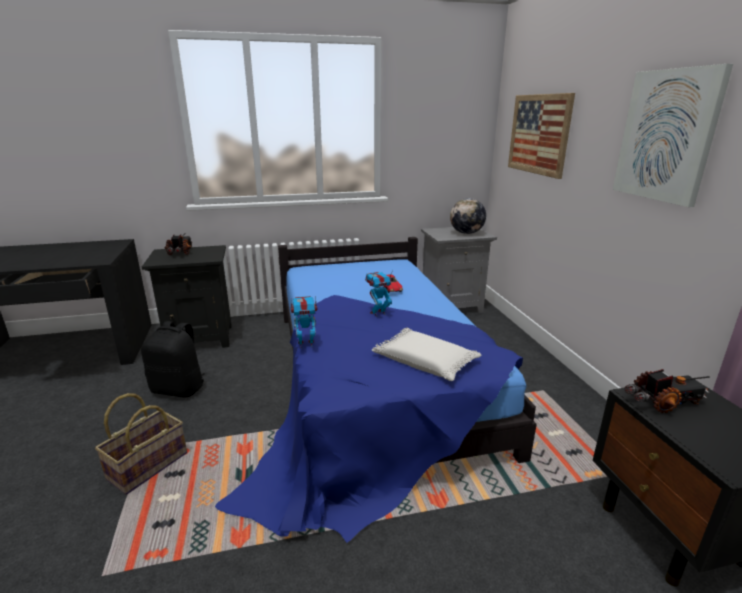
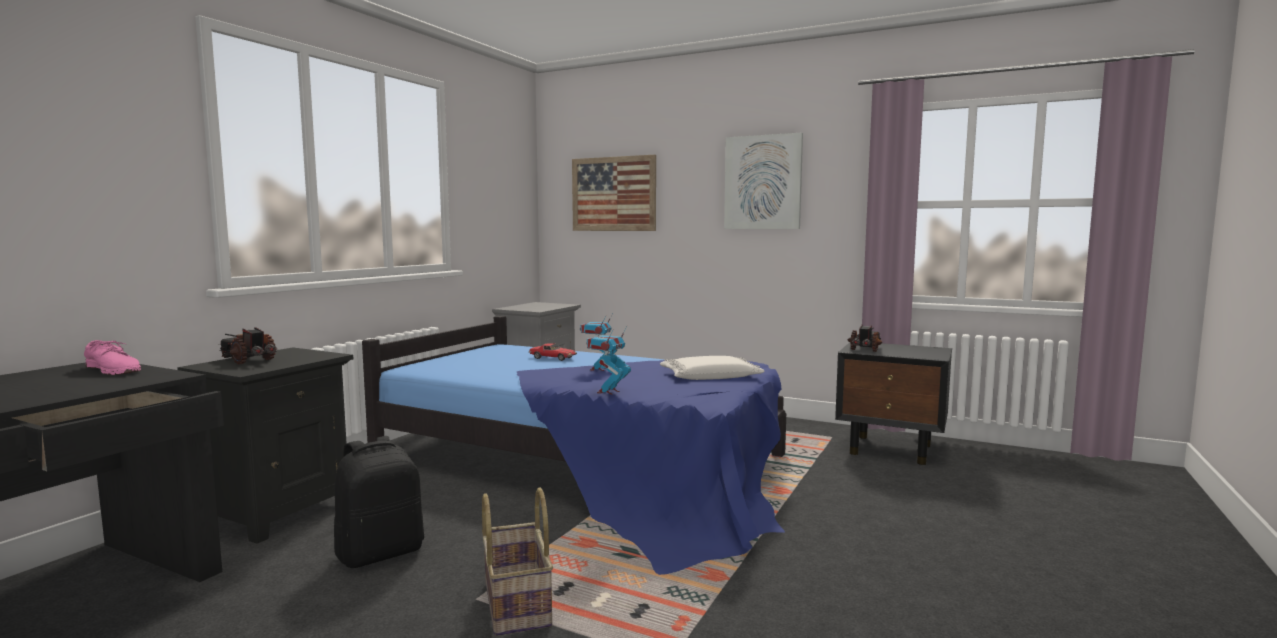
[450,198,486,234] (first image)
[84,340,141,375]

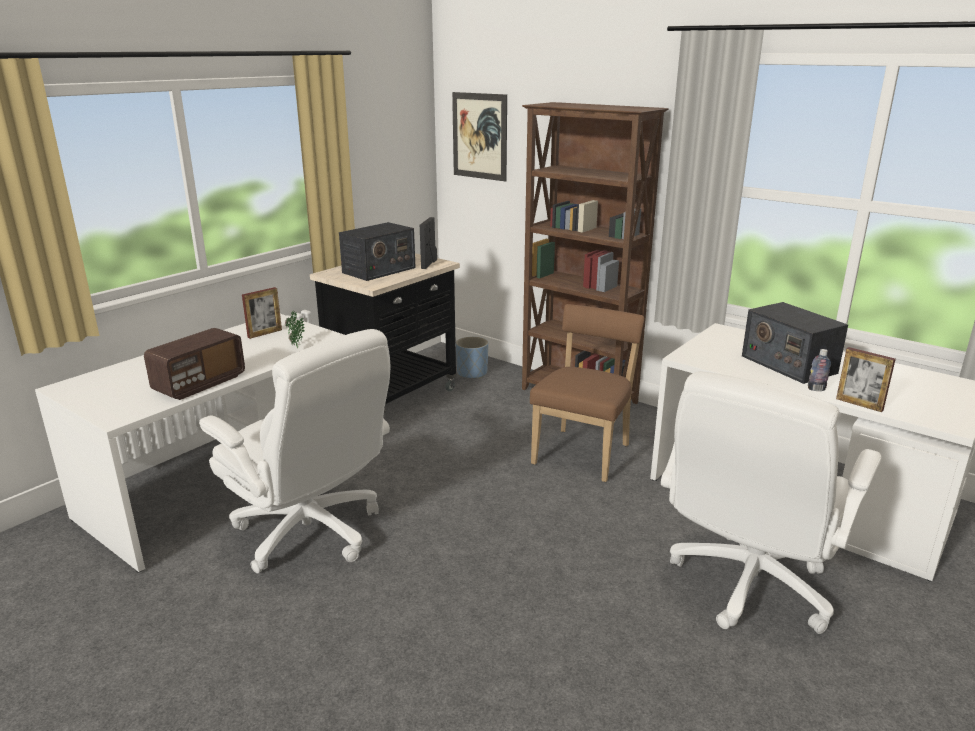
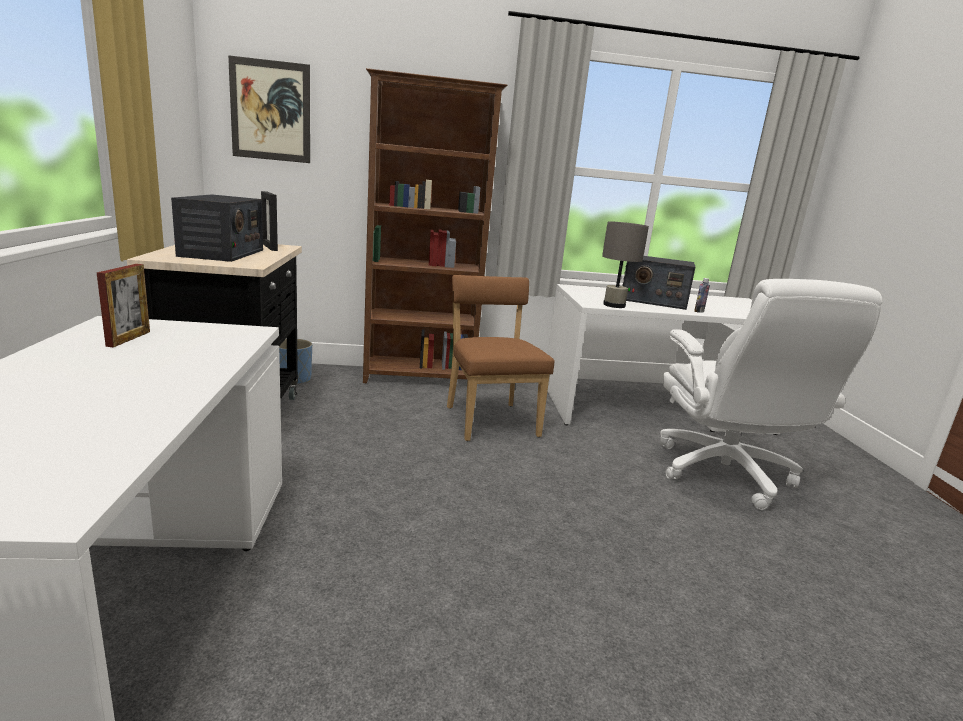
[144,328,245,400] (first image)
[199,329,390,573] (first image)
[285,311,305,348] (first image)
[836,347,896,412] (first image)
[602,221,649,308]

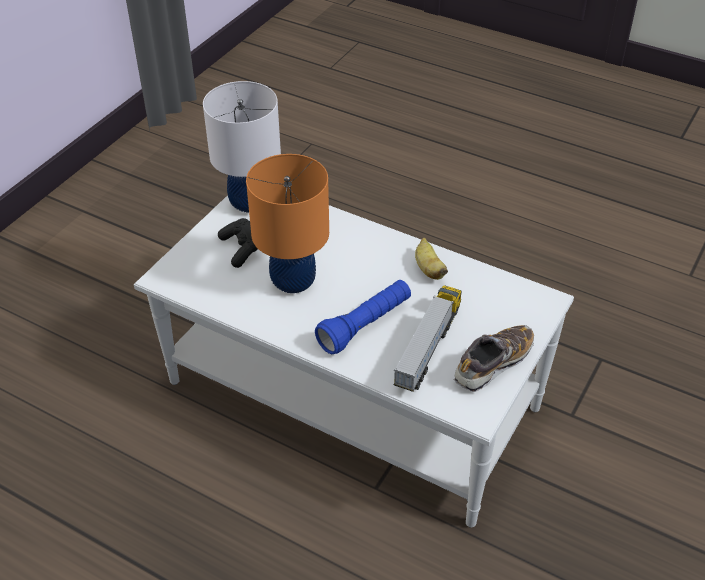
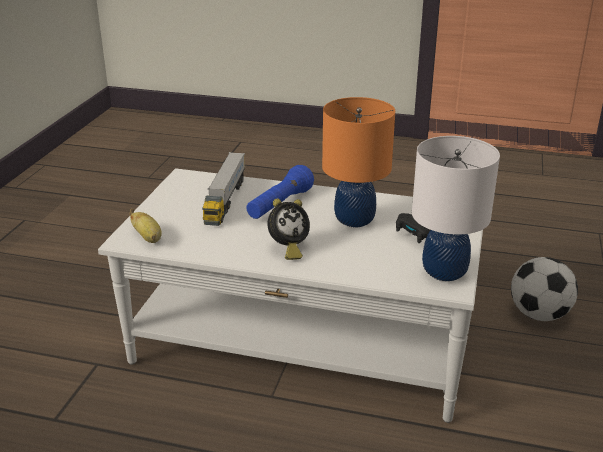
[129,209,162,243]
[454,325,534,392] (first image)
[267,199,310,260]
[511,257,578,321]

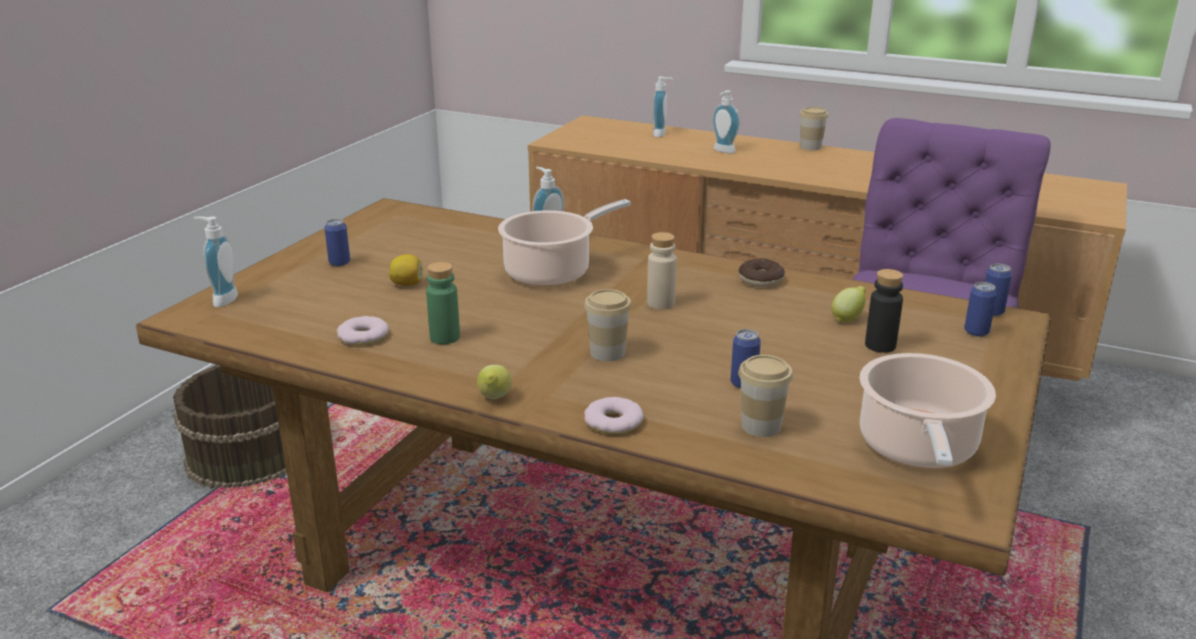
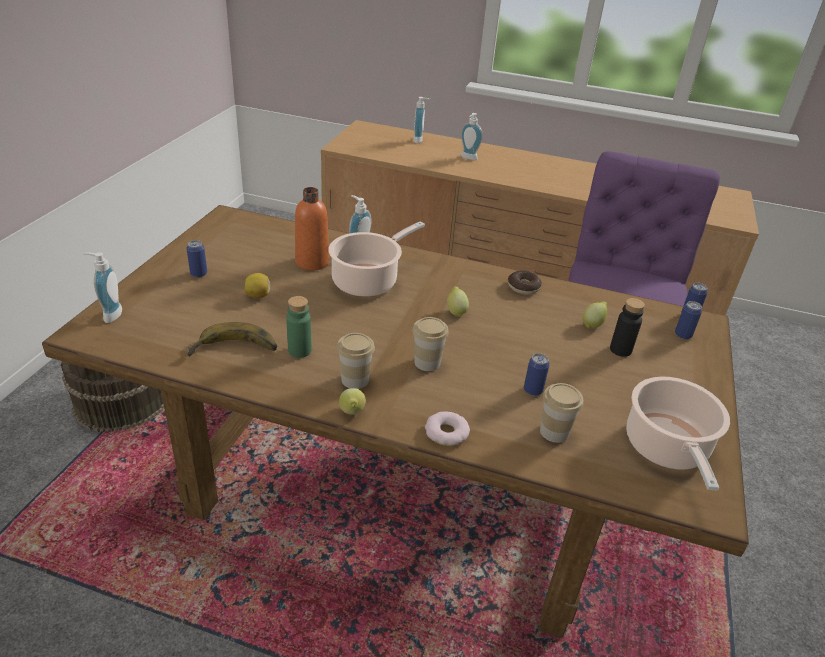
[188,322,277,357]
[447,286,469,317]
[337,333,375,389]
[295,187,329,270]

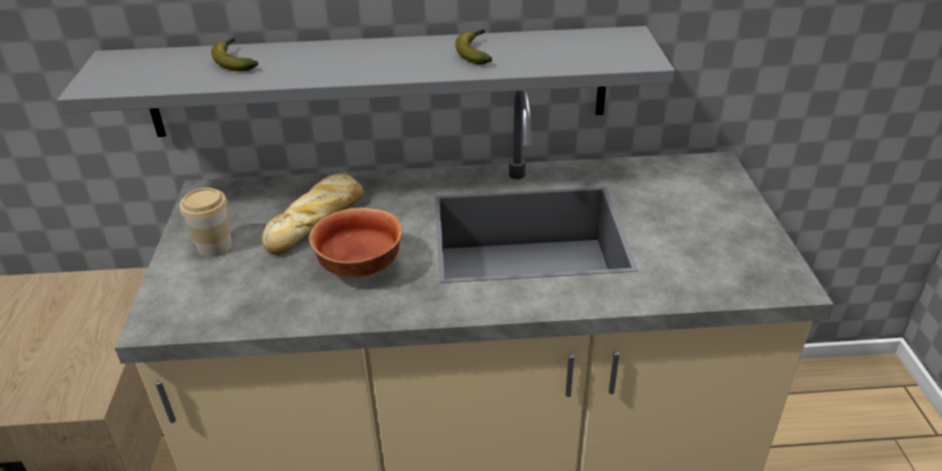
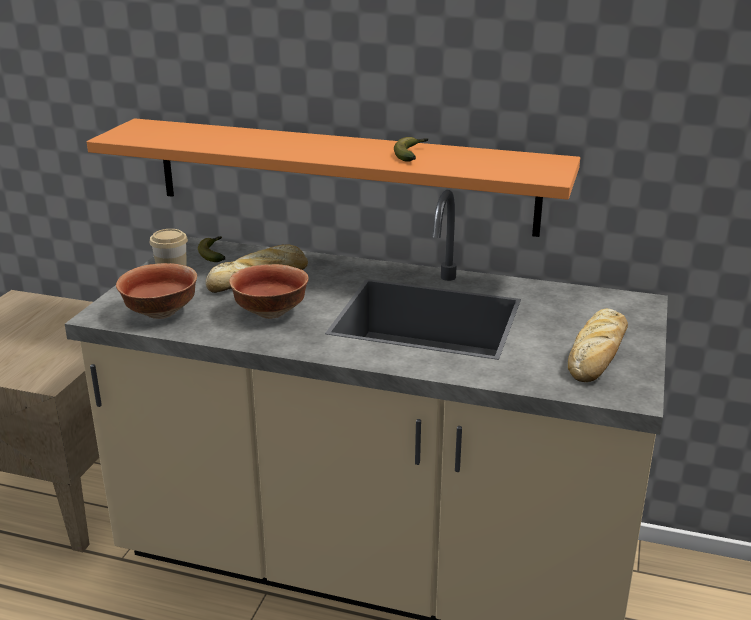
[87,118,580,237]
[198,236,225,262]
[116,263,197,319]
[568,308,628,382]

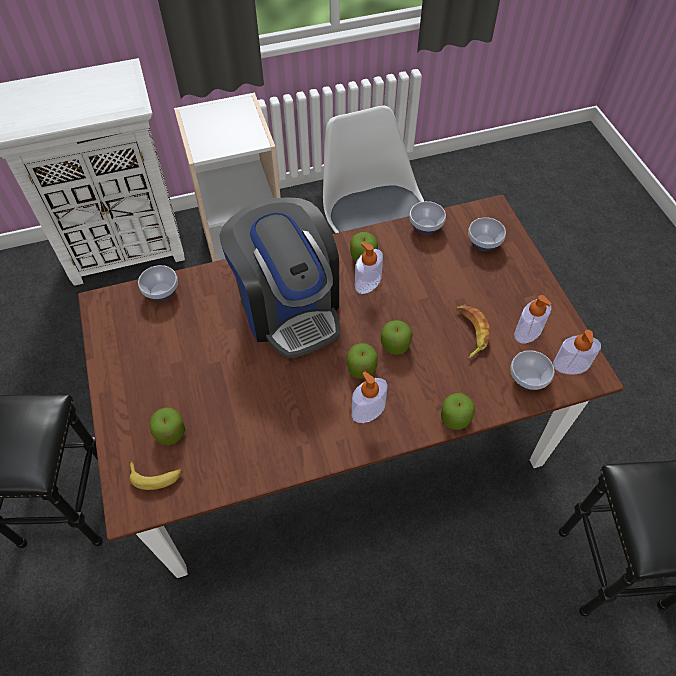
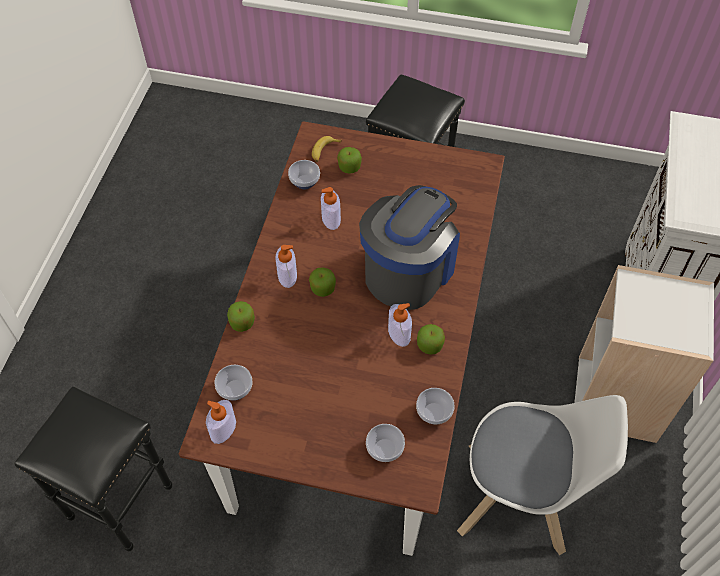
[288,160,320,189]
[359,185,460,310]
[381,320,413,355] (first image)
[457,304,490,359] (first image)
[321,187,341,230]

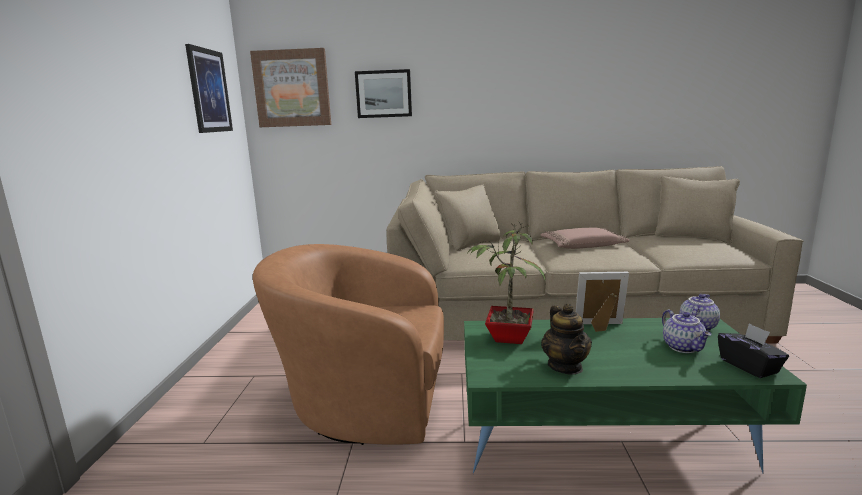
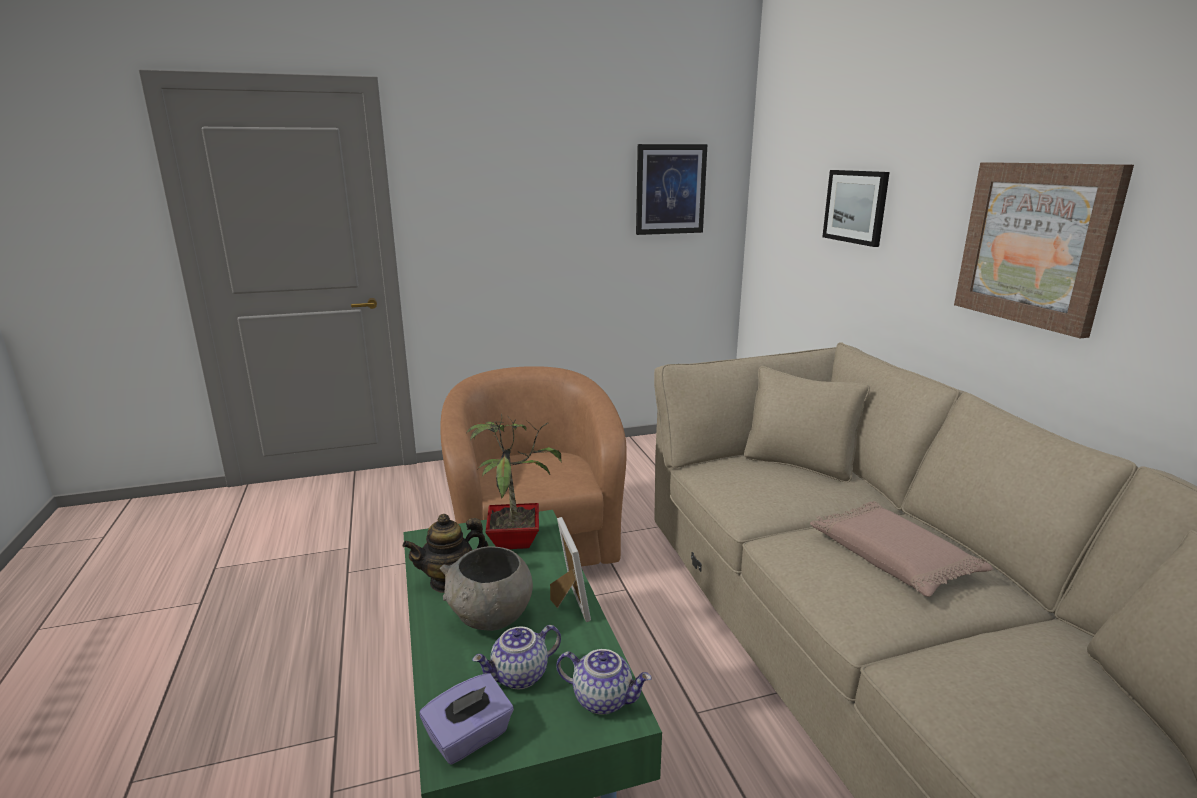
[954,162,1134,338]
[420,673,514,765]
[440,546,533,631]

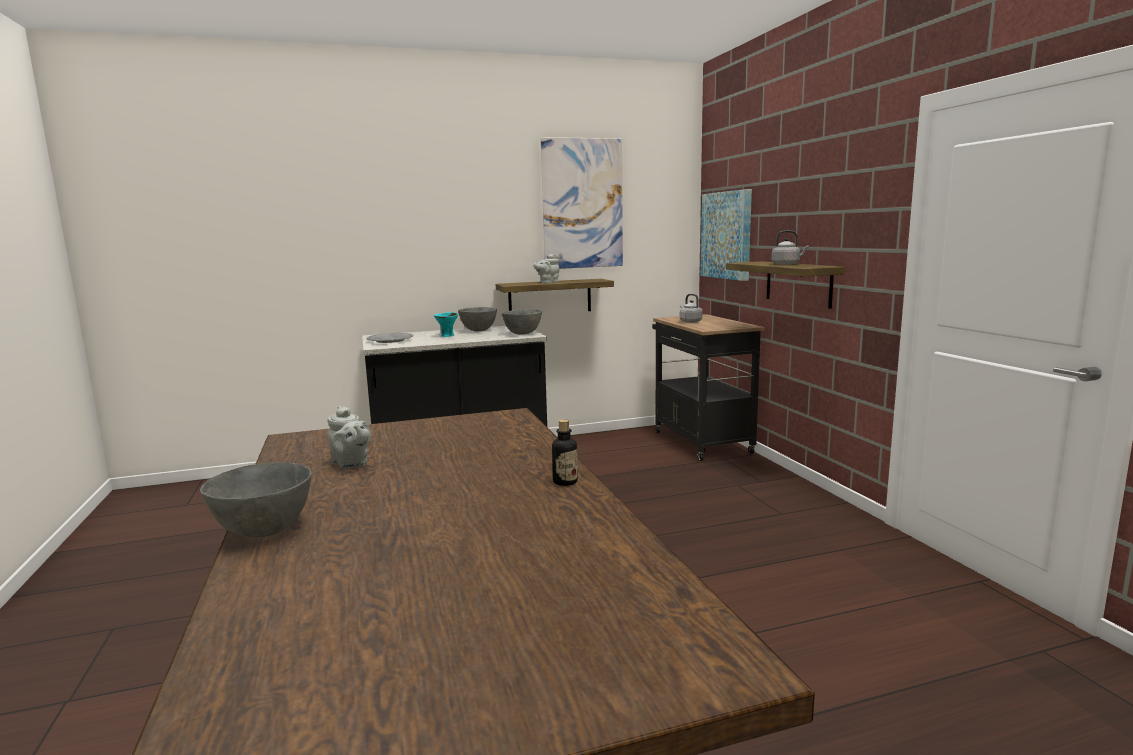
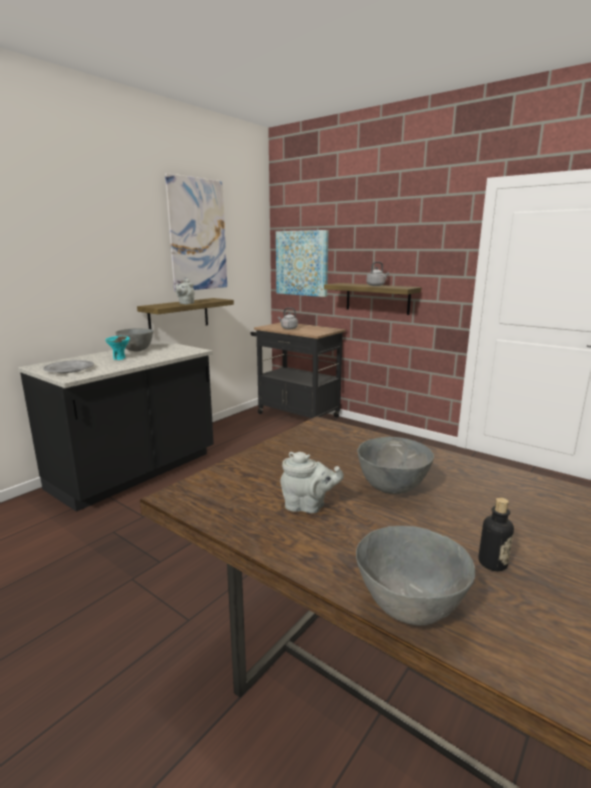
[358,437,434,494]
[478,498,514,571]

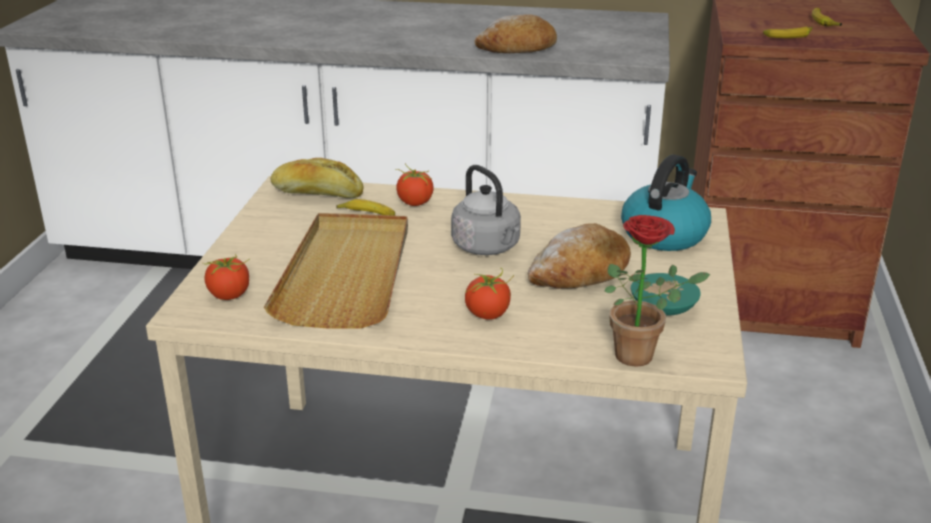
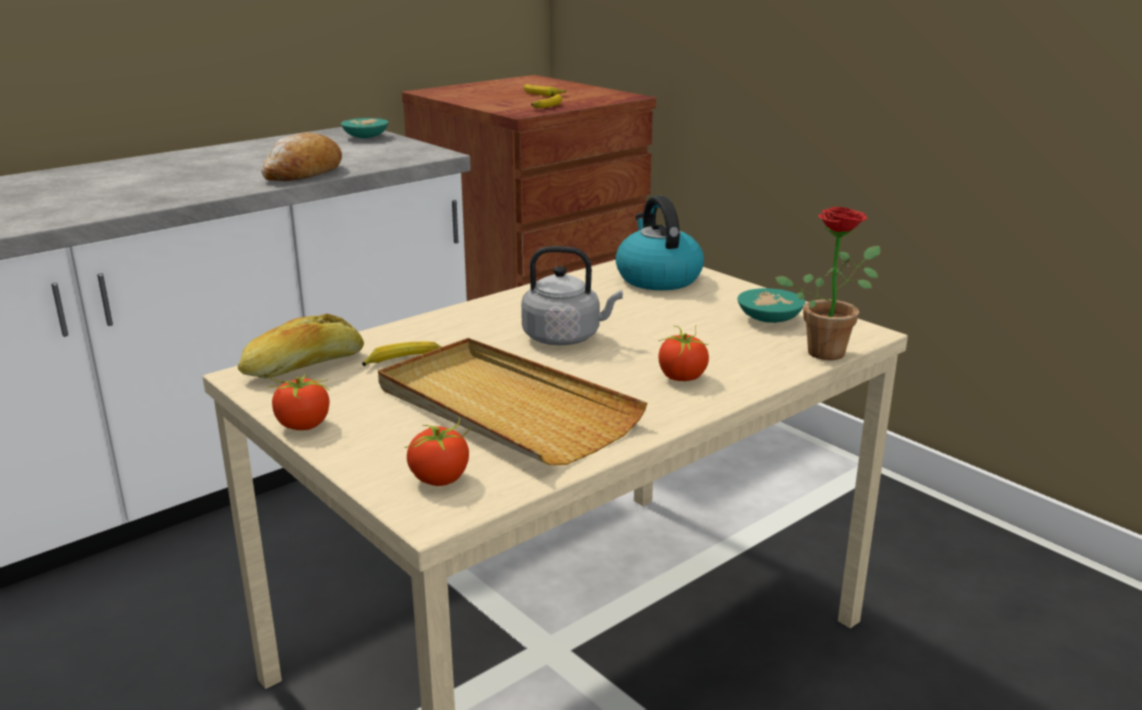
[269,374,329,430]
[528,223,631,289] (first image)
[341,118,388,139]

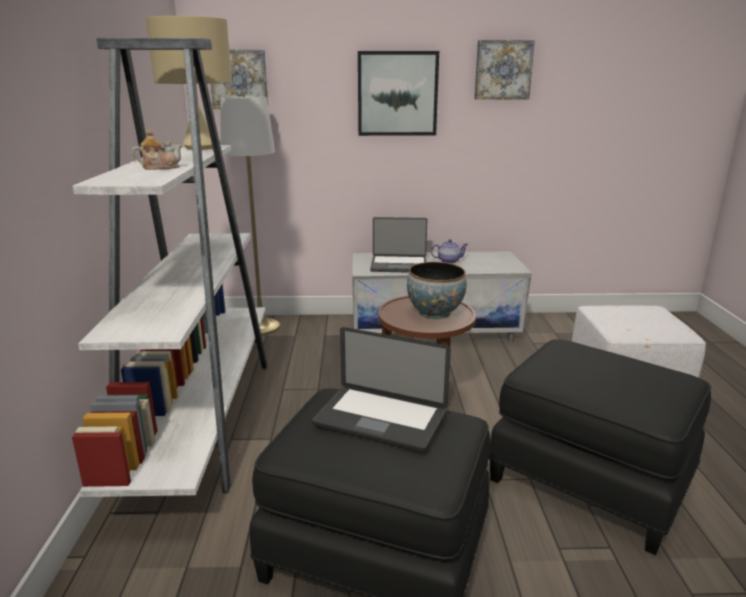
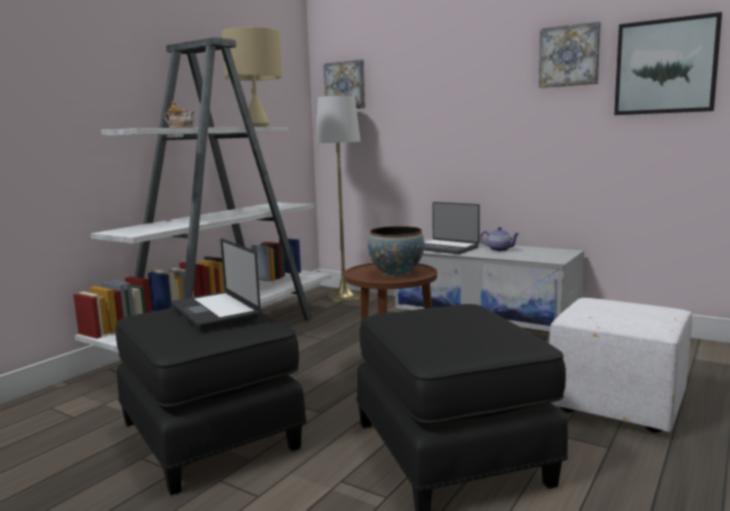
[614,12,722,115]

